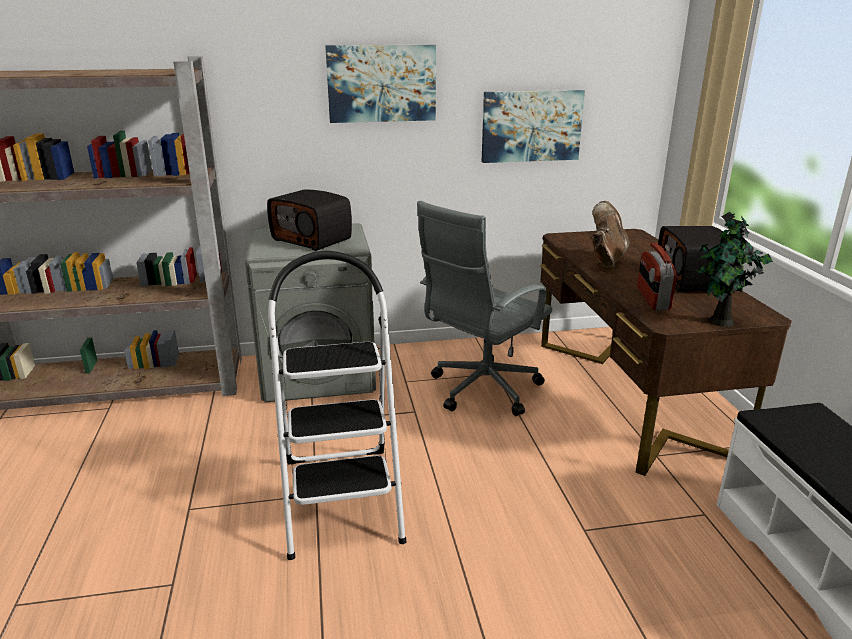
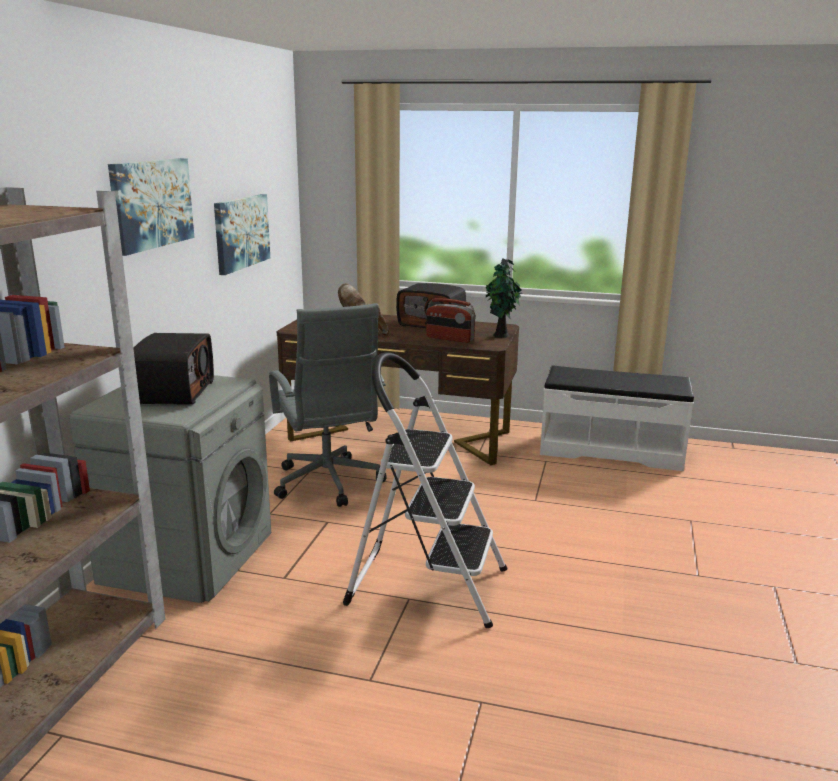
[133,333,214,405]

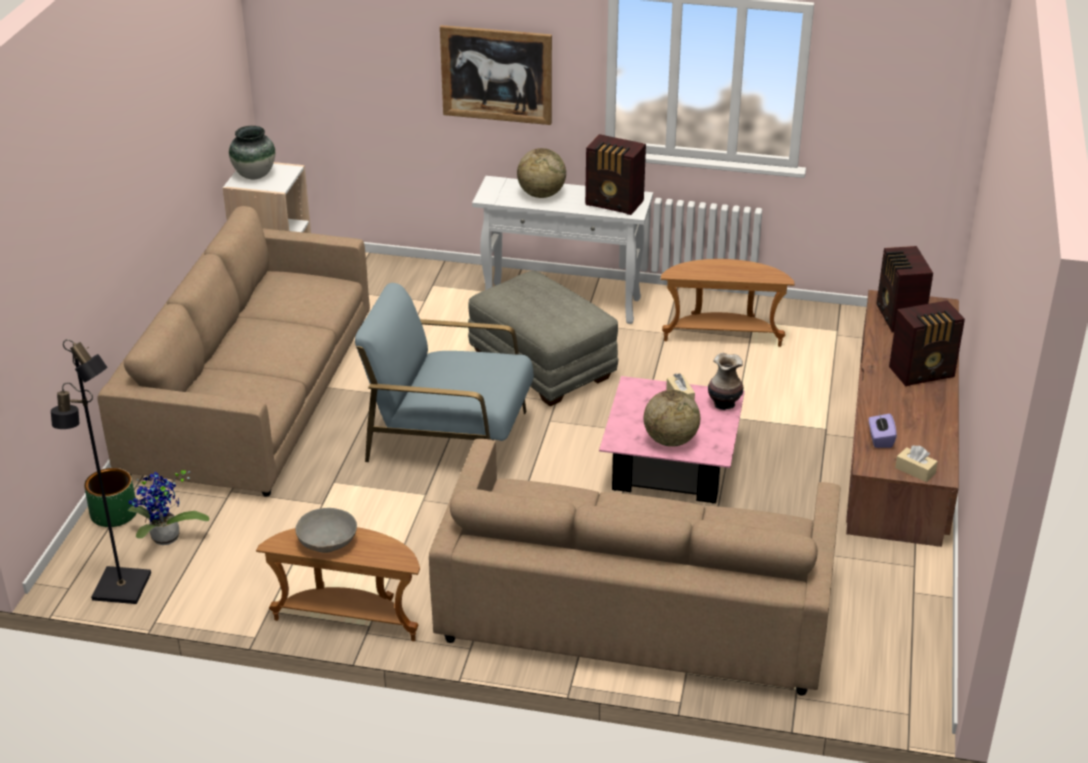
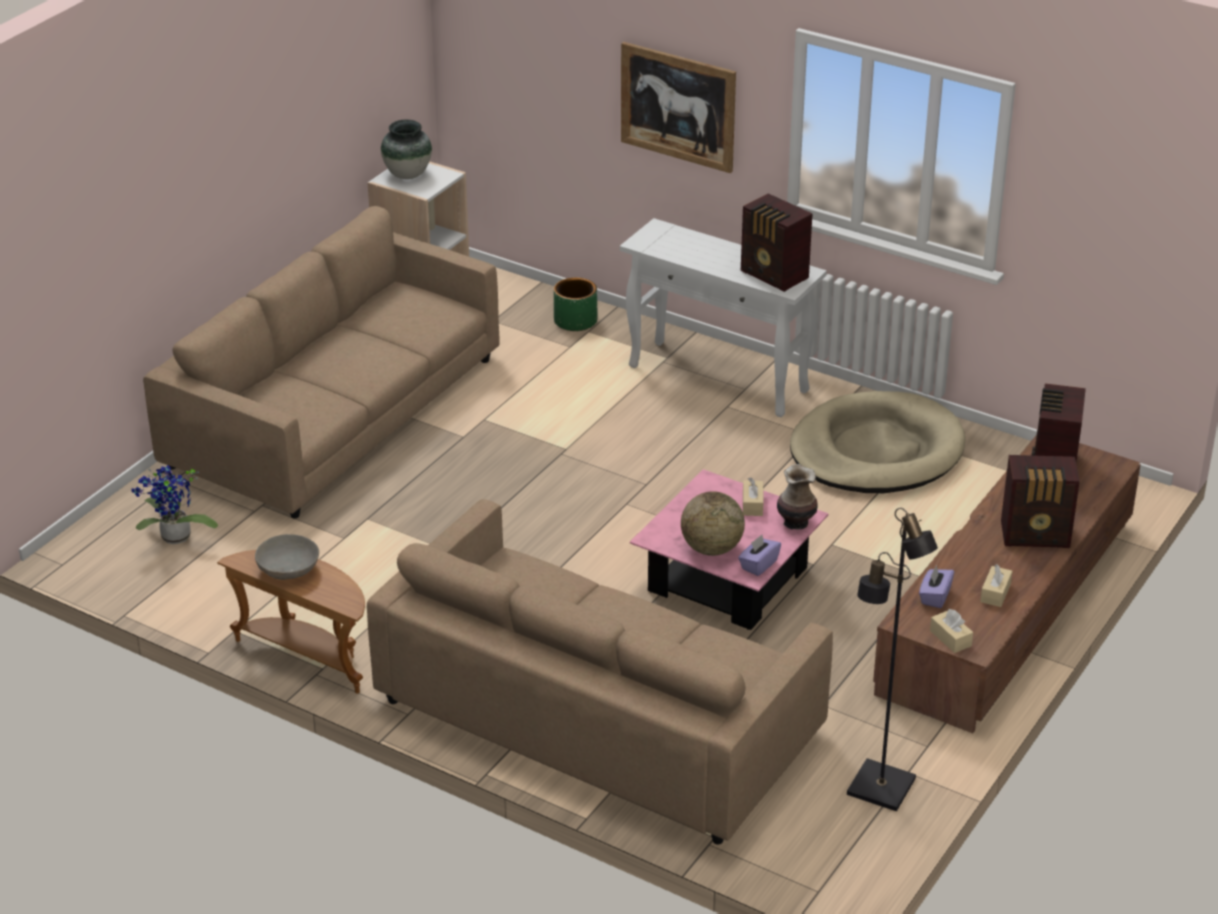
[847,508,938,811]
[554,277,598,331]
[355,283,534,462] (first image)
[468,271,618,406] (first image)
[517,148,566,198] (first image)
[790,391,966,493]
[738,535,781,576]
[980,564,1012,607]

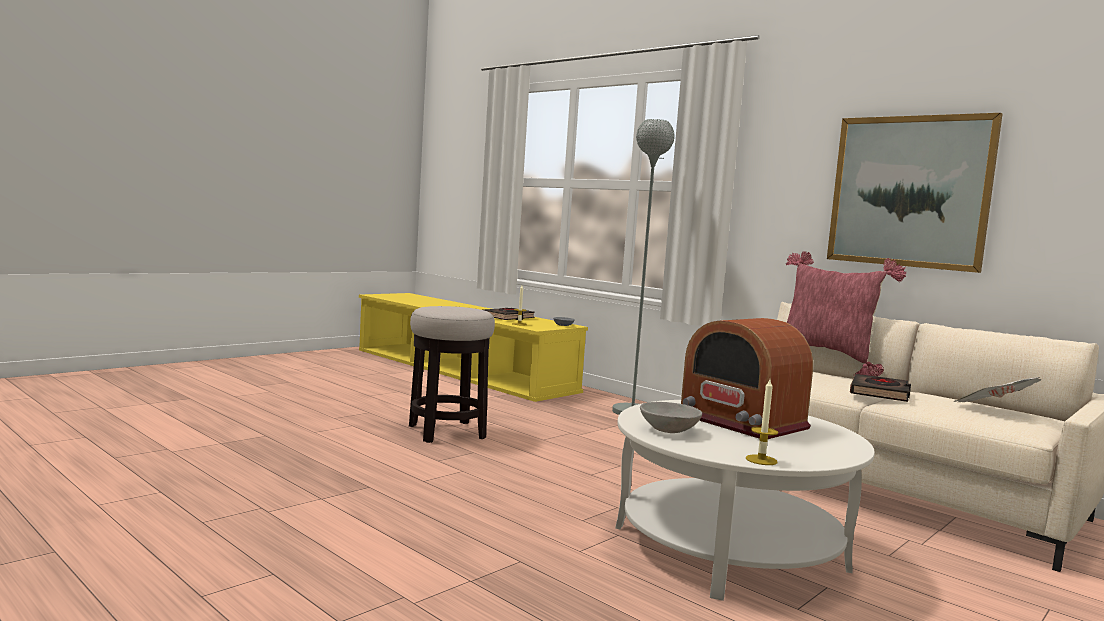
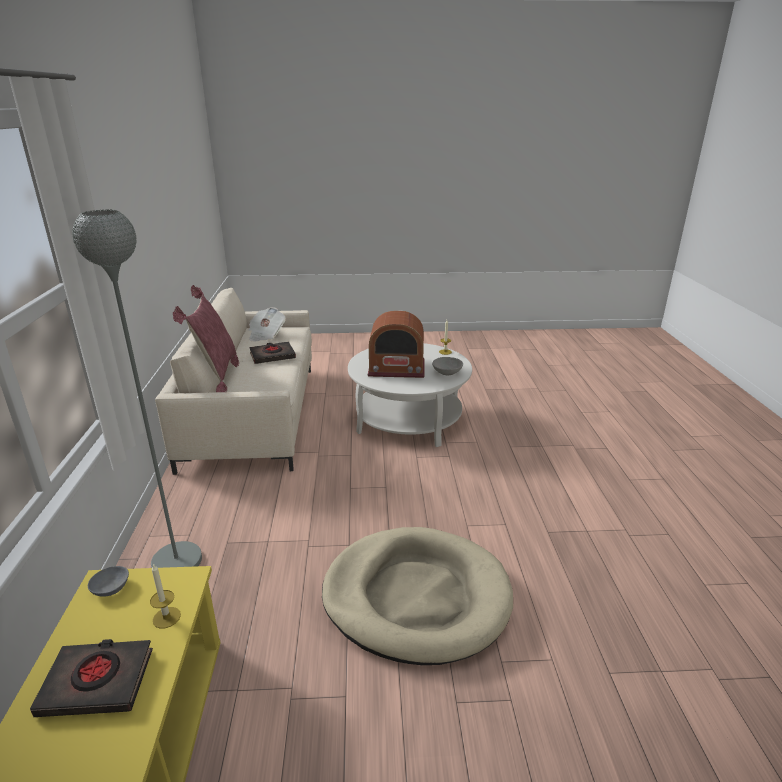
[322,527,513,665]
[367,310,425,378]
[827,113,1003,273] (first image)

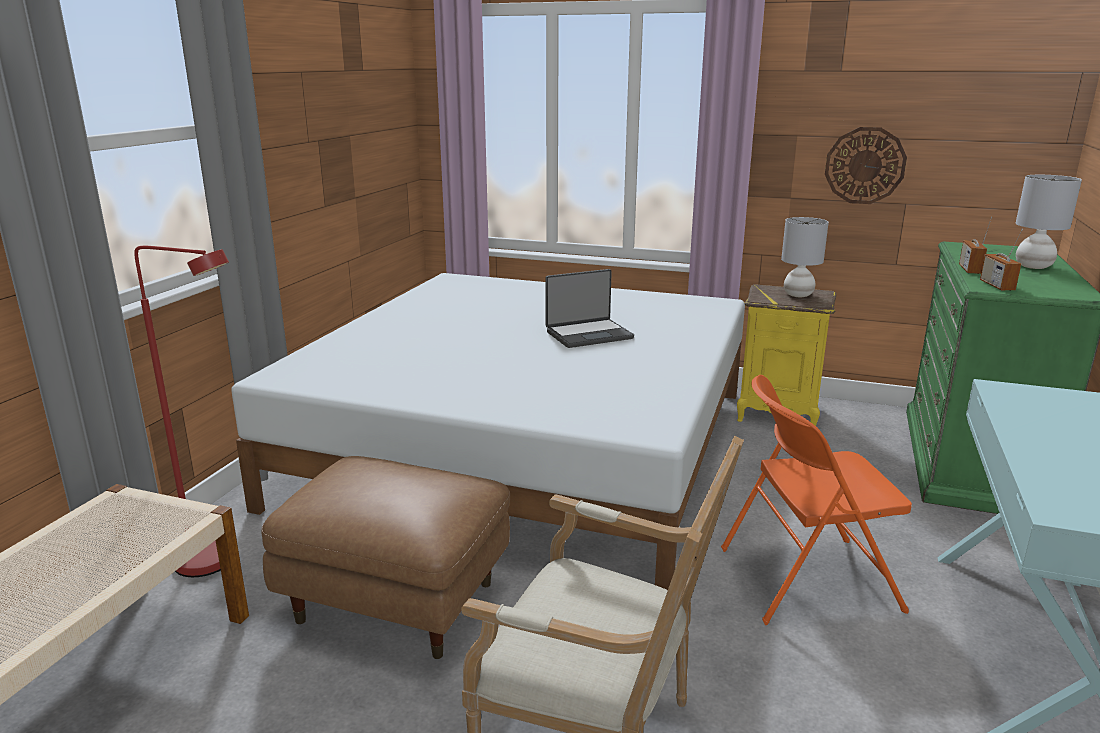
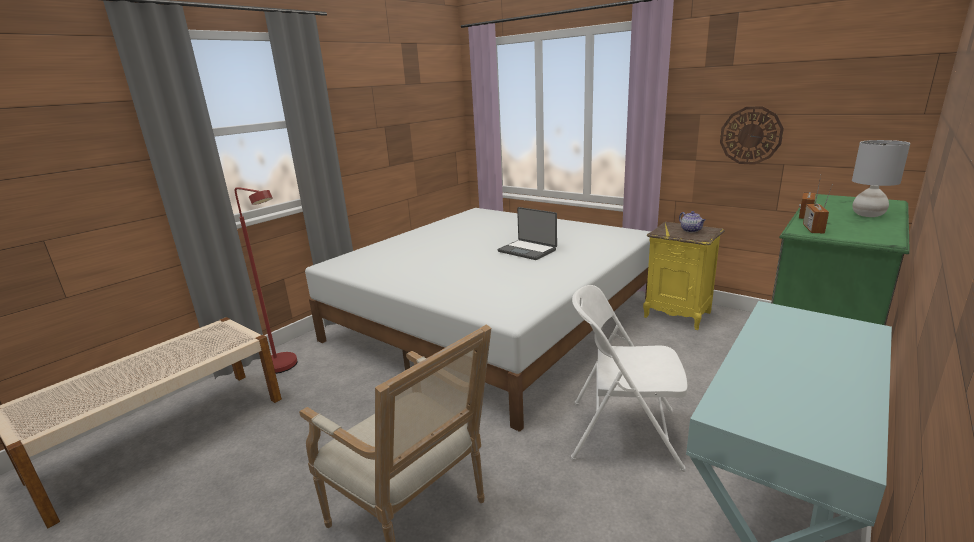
[261,456,510,659] (first image)
[497,207,557,260]
[571,285,688,472]
[679,211,706,232]

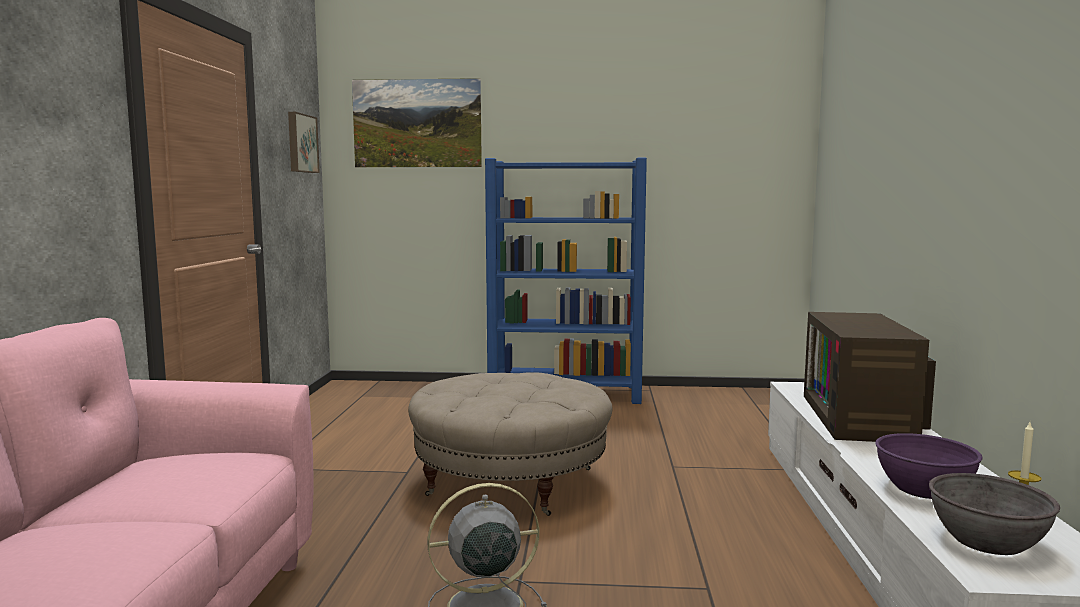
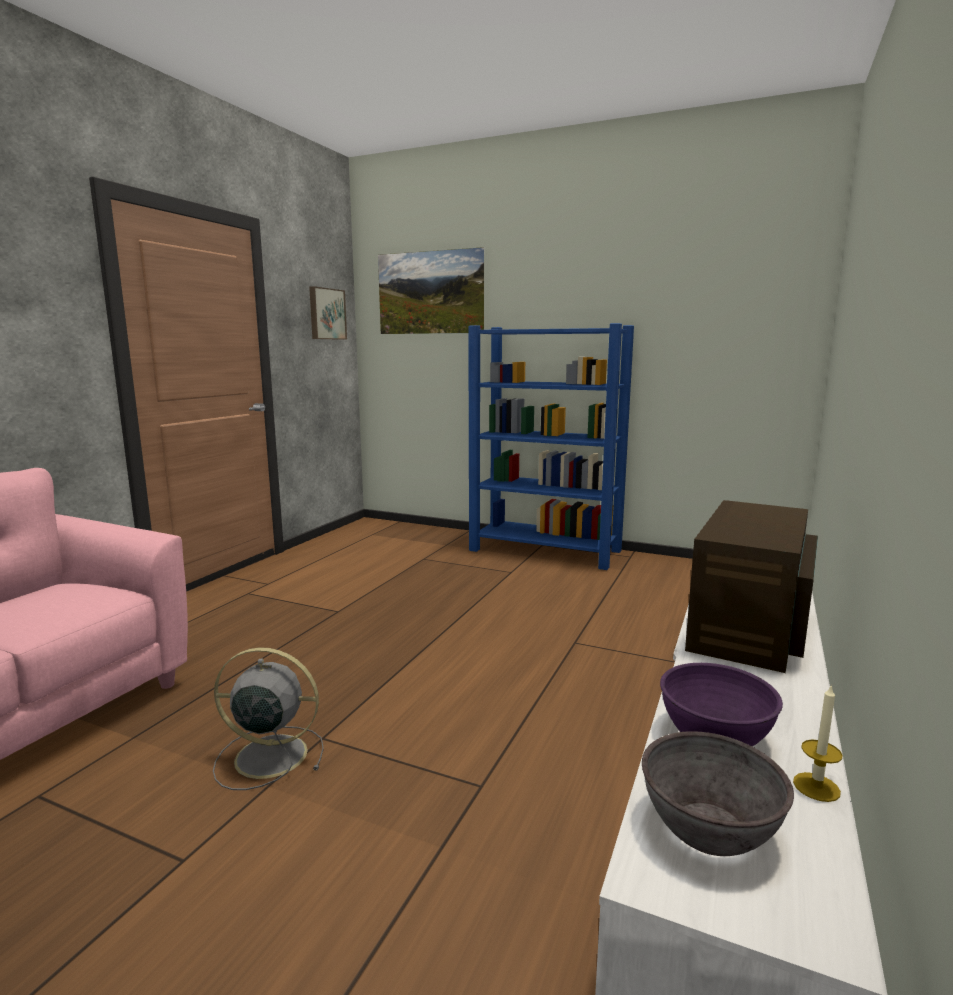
[408,372,613,516] (first image)

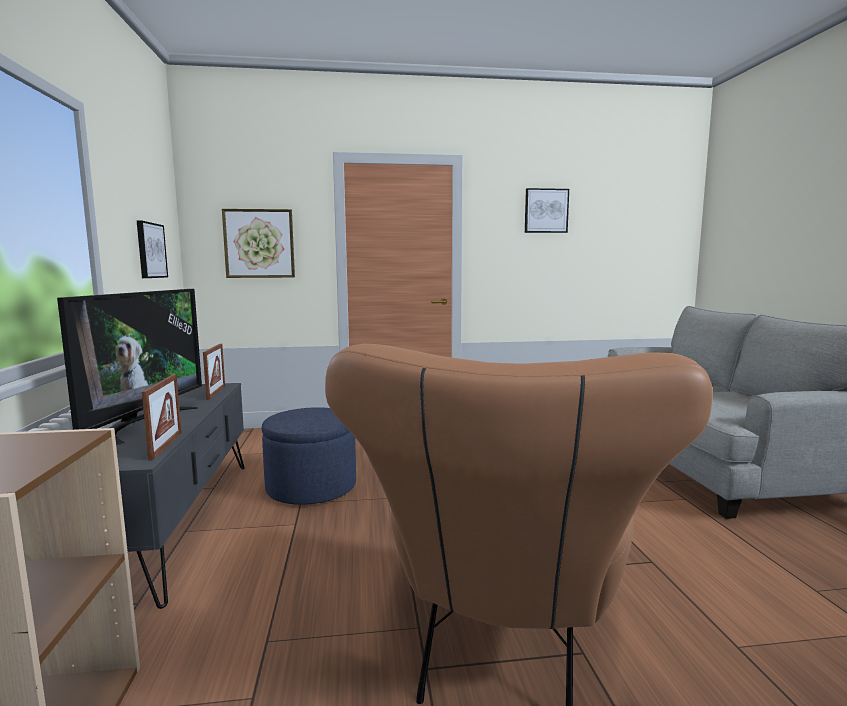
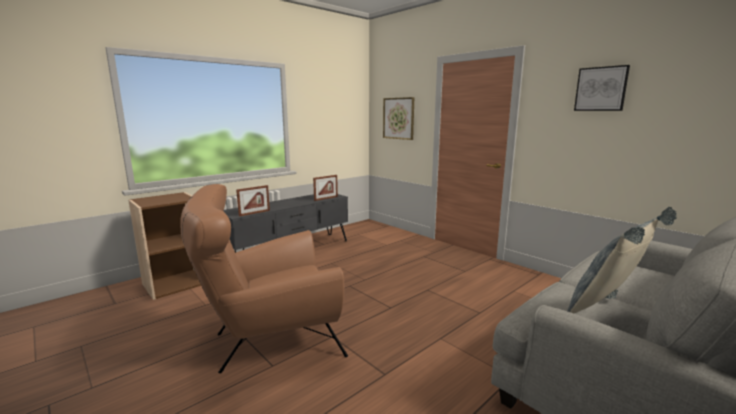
[57,289,202,445] (first image)
[137,220,168,278] (first image)
[262,407,356,505] (first image)
[567,207,677,313]

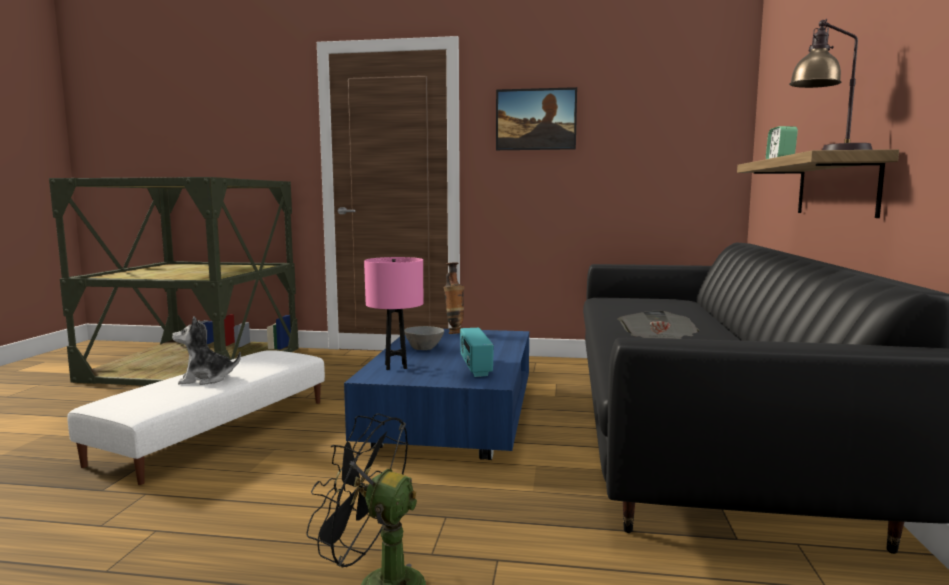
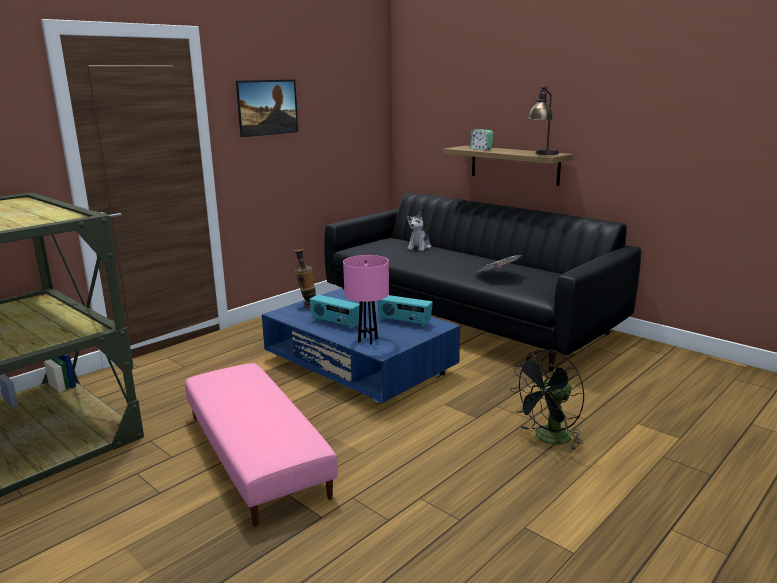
[185,363,338,527]
[407,212,431,251]
[310,295,359,329]

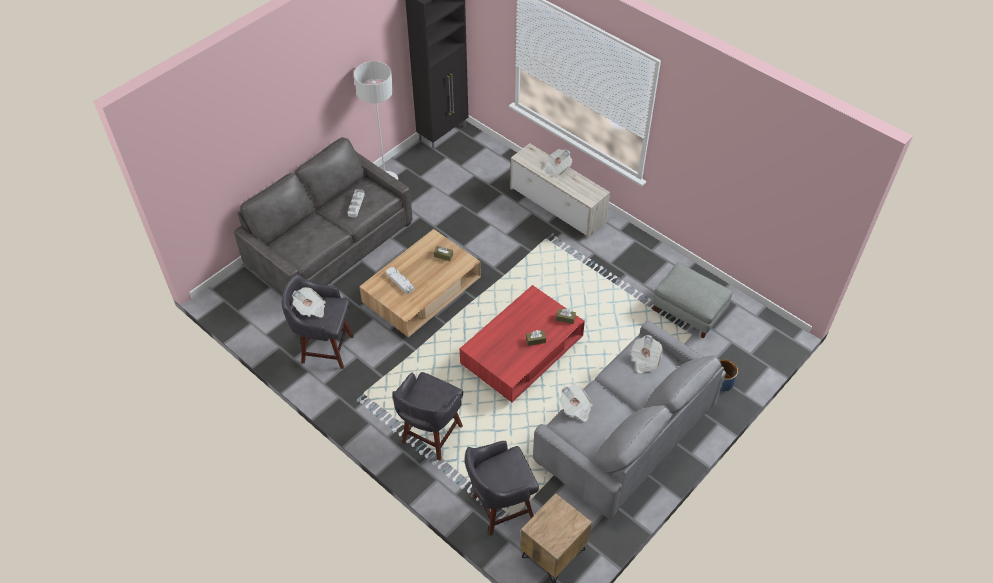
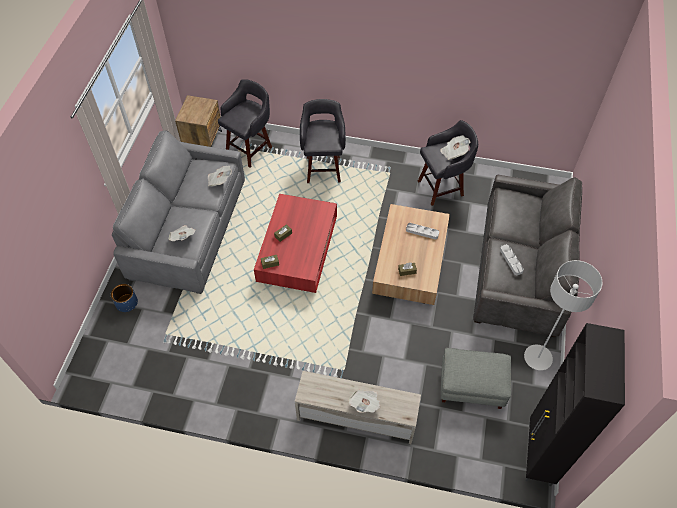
[441,348,511,409]

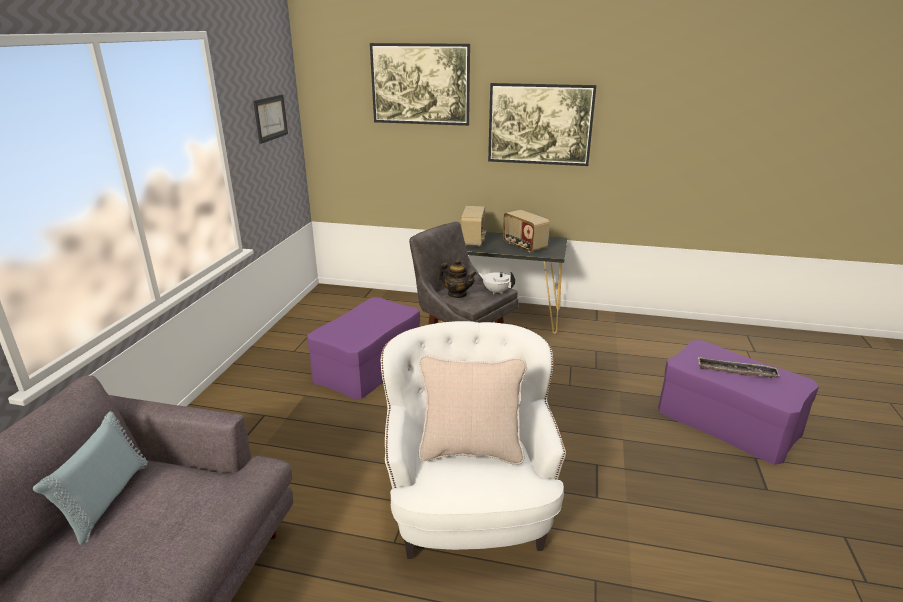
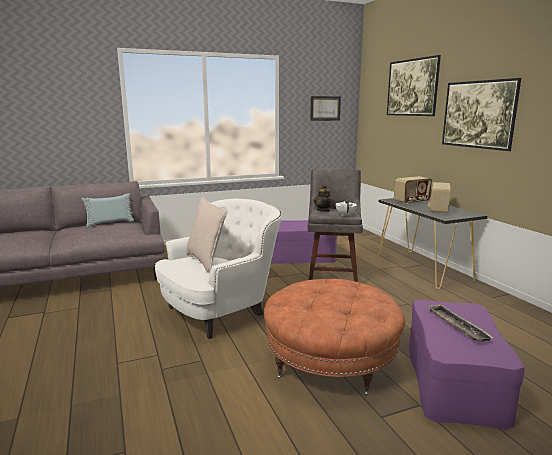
[264,279,405,396]

